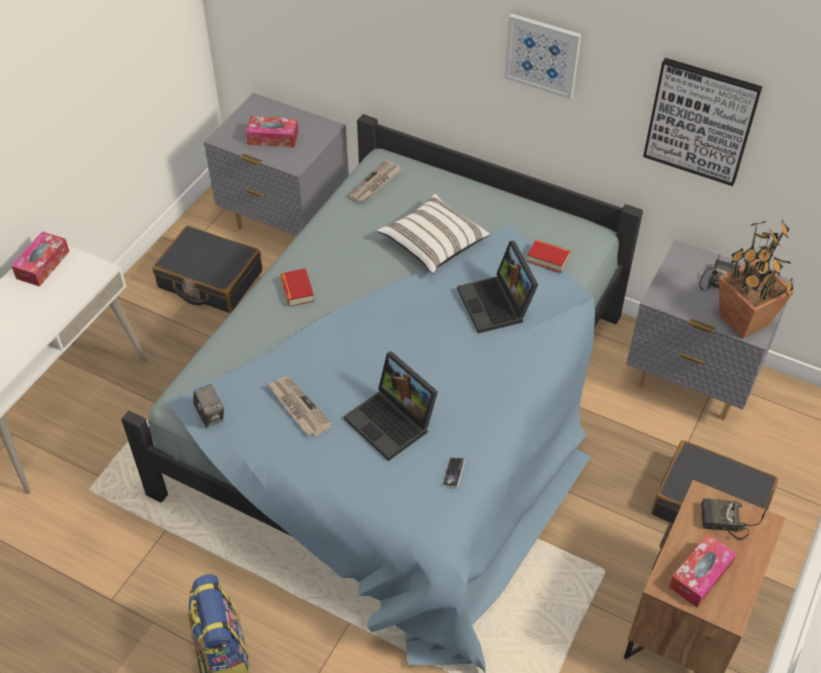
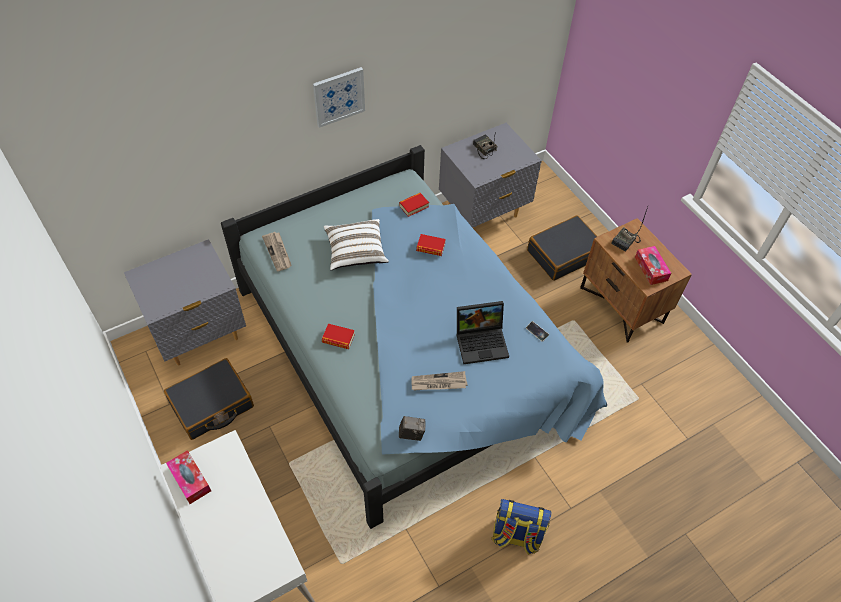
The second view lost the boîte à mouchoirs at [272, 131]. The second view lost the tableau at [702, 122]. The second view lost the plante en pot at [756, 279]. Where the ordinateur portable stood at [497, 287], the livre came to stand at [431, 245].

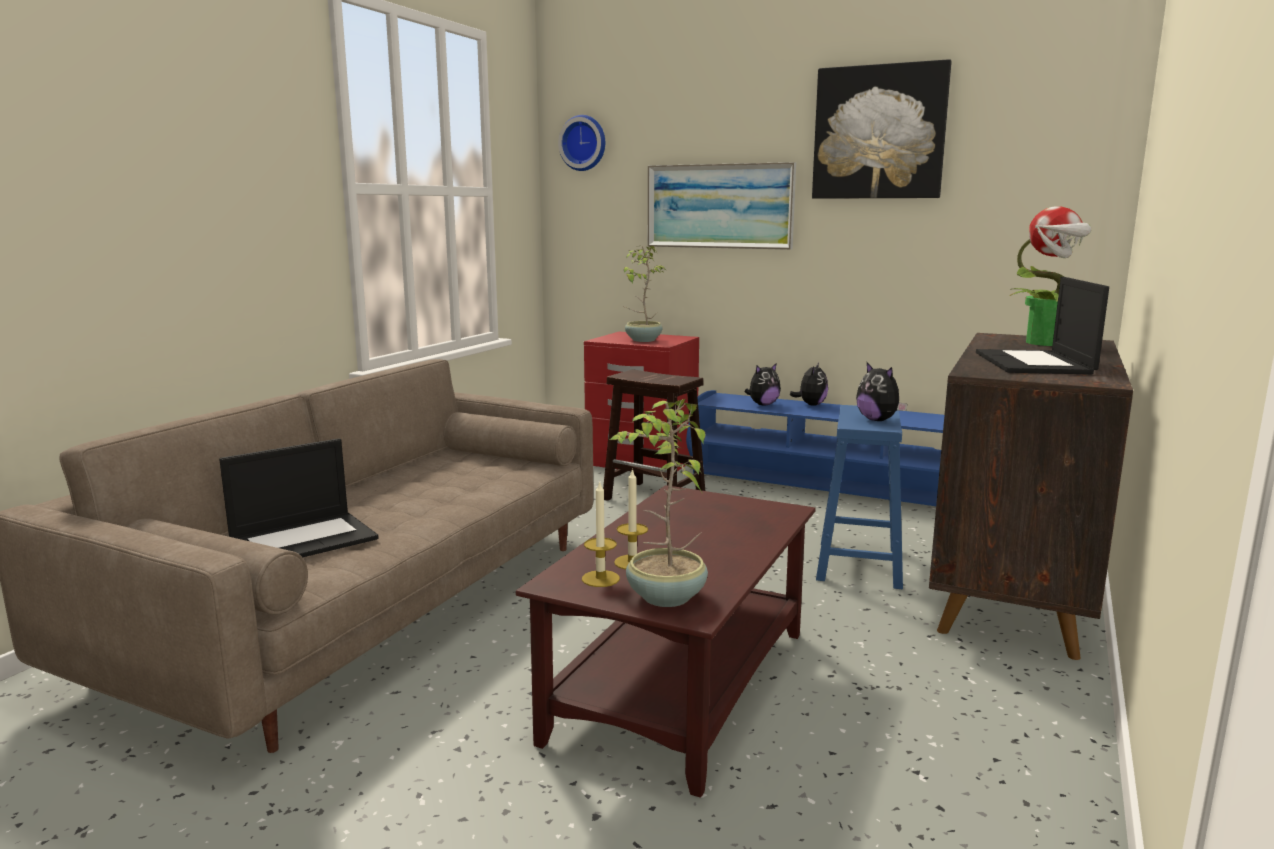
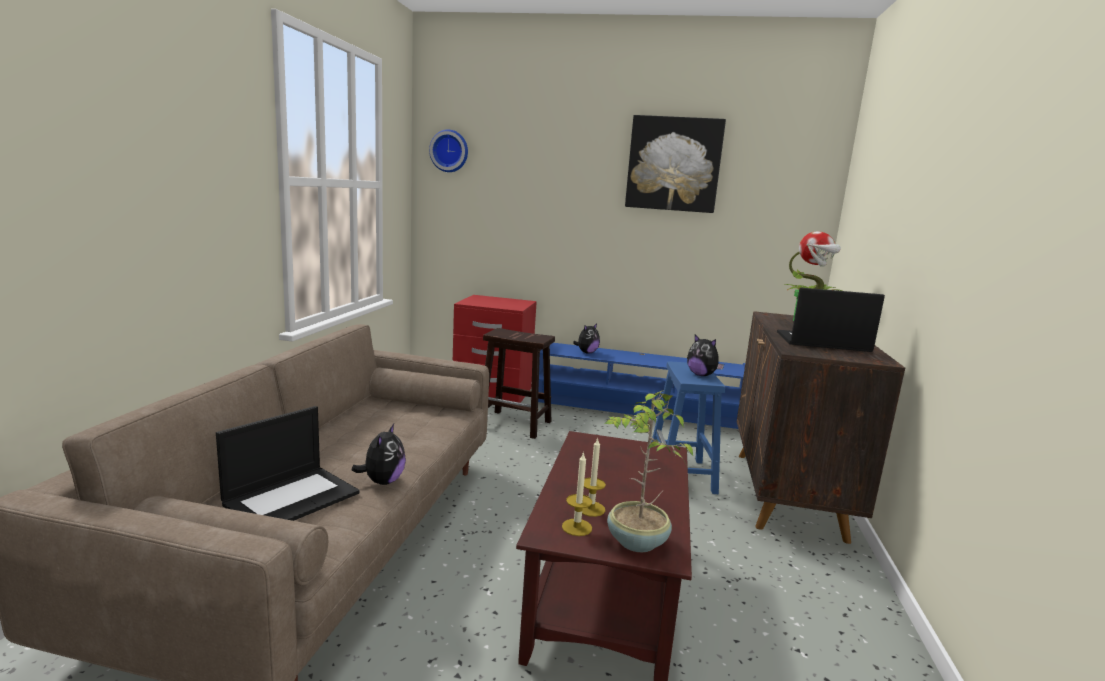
The second view lost the plante en pot at [645, 294]. The second view lost the tableau at [722, 206]. The peluche ended up elsewhere, having gone from [809, 384] to [378, 454]. The ordinateur portable at [1042, 325] ended up facing another way, 105 degrees clockwise from before.

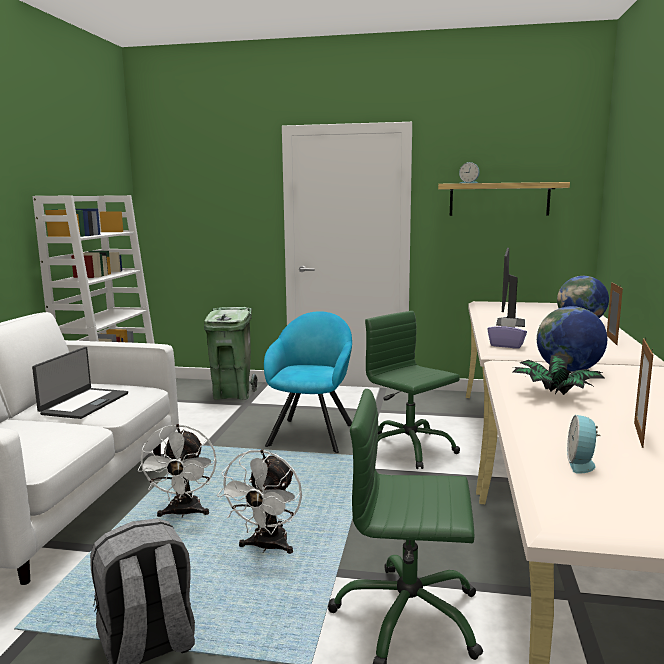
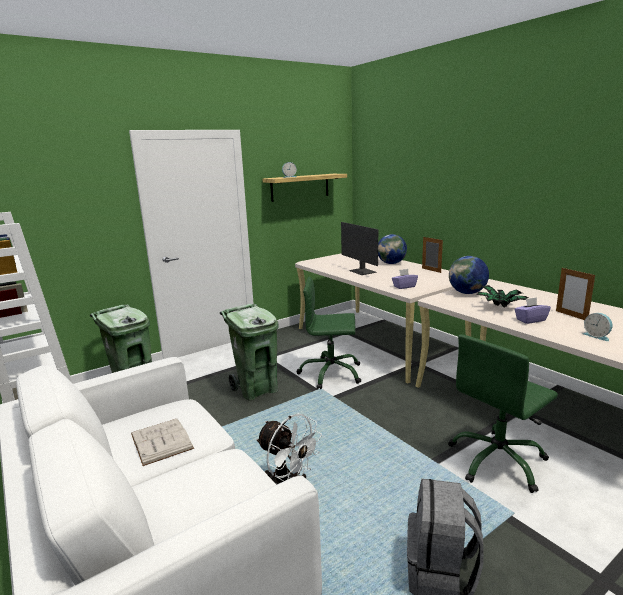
The second view lost the ventilateur/blanc at [259, 501]. The second view gained the boîte à mouchoirs/violet at [532, 310]. Where the ordinateur portable stood at [80, 383], the livre/blanc came to stand at [162, 442]. Where the fauteuil/turquoise stood at [308, 382], the poubelle/vert came to stand at [249, 352].

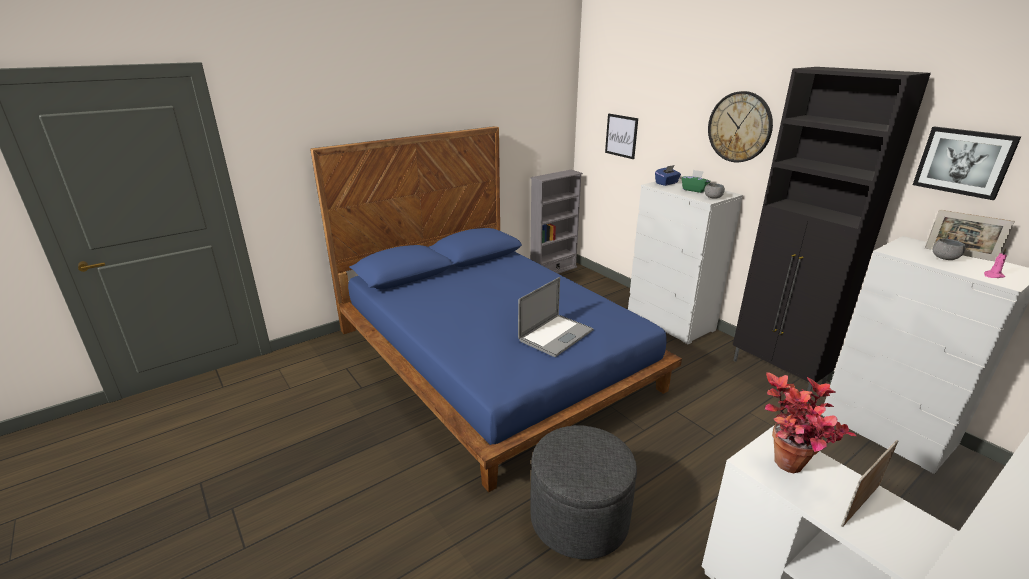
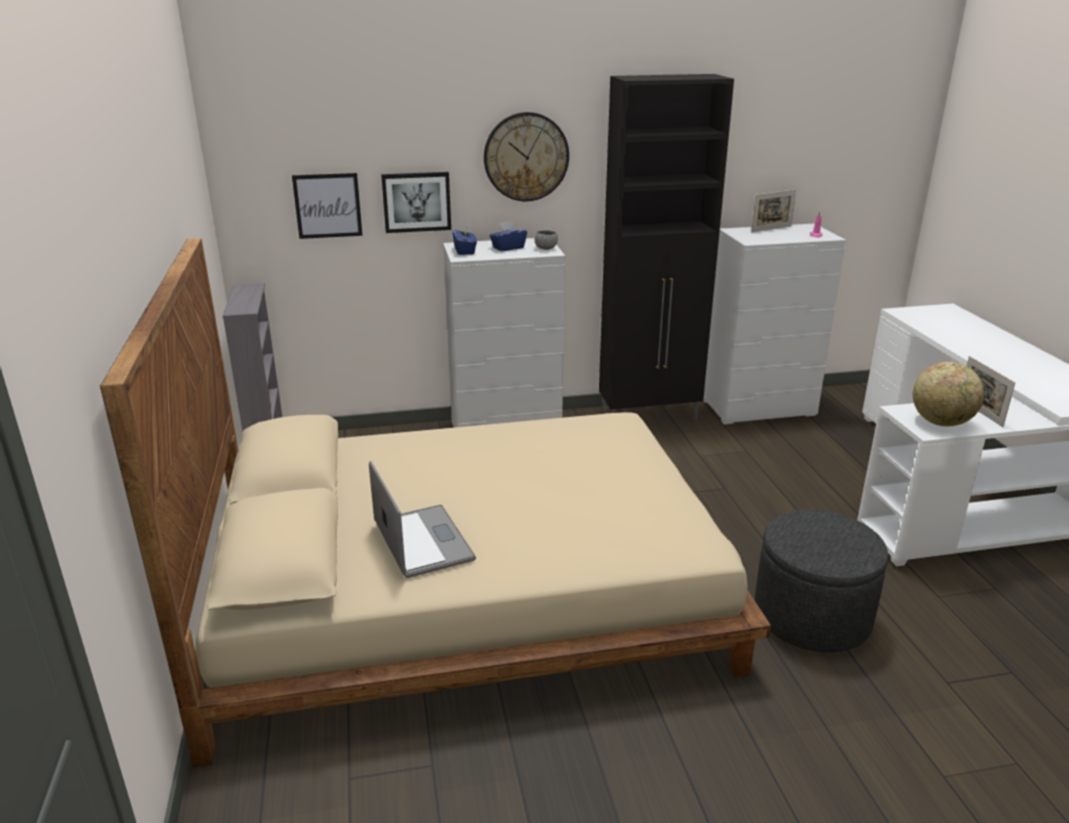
The second view lost the bol/gris at [949, 249]. The ordinateur portable ended up elsewhere, having gone from [556, 317] to [422, 519]. The tableau ended up elsewhere, having gone from [967, 163] to [416, 202]. Where the plante en pot stood at [810, 422], the globe came to stand at [948, 394]. What was the lit/bleu at [496, 309] turned into the lit/beige at [435, 503]. What was the boîte à mouchoirs/vert at [696, 181] turned into the boîte à mouchoirs/bleu at [508, 236].

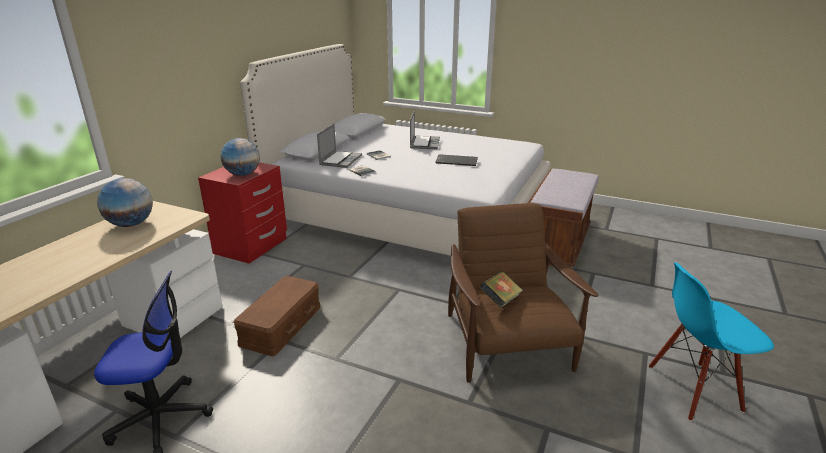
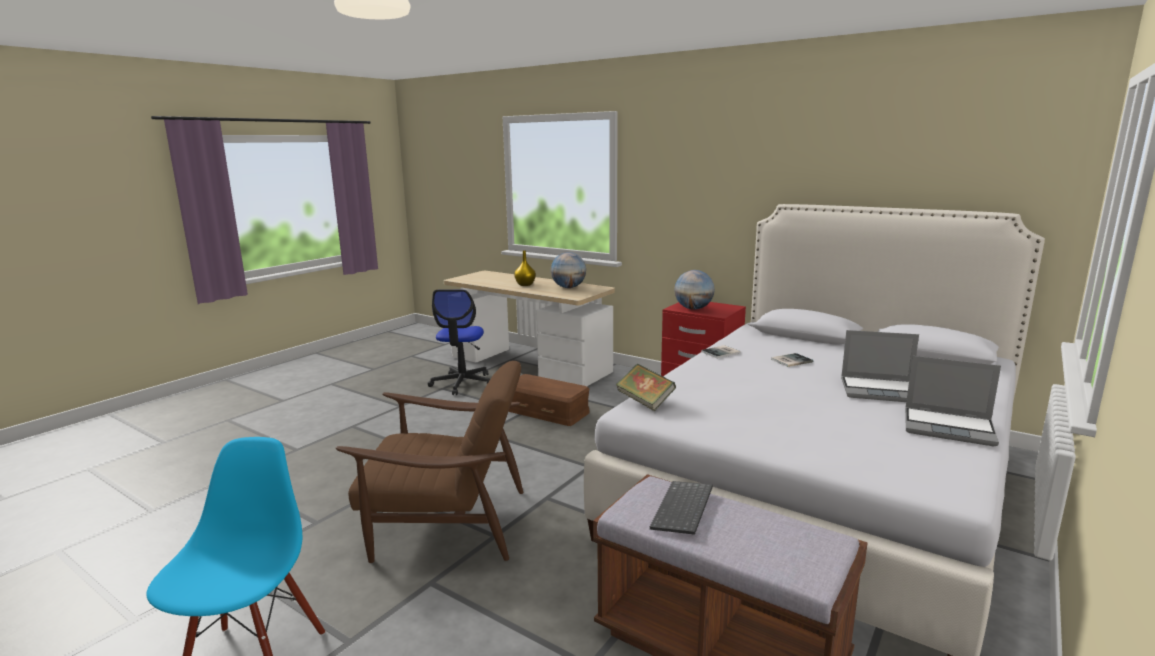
The second view gained the vase/jaune at [525, 268]. The ordinateur portable ended up elsewhere, having gone from [339, 146] to [953, 401]. The clavier ended up elsewhere, having gone from [456, 160] to [681, 508]. The livre ended up elsewhere, having gone from [501, 289] to [646, 387].

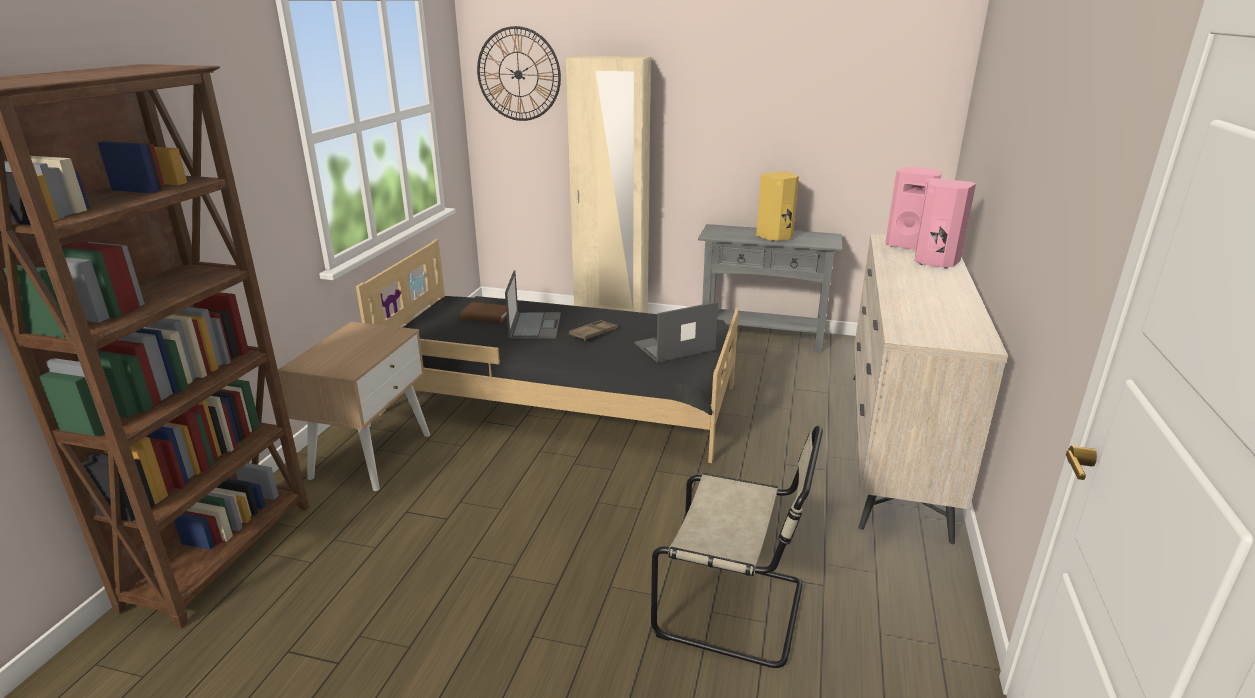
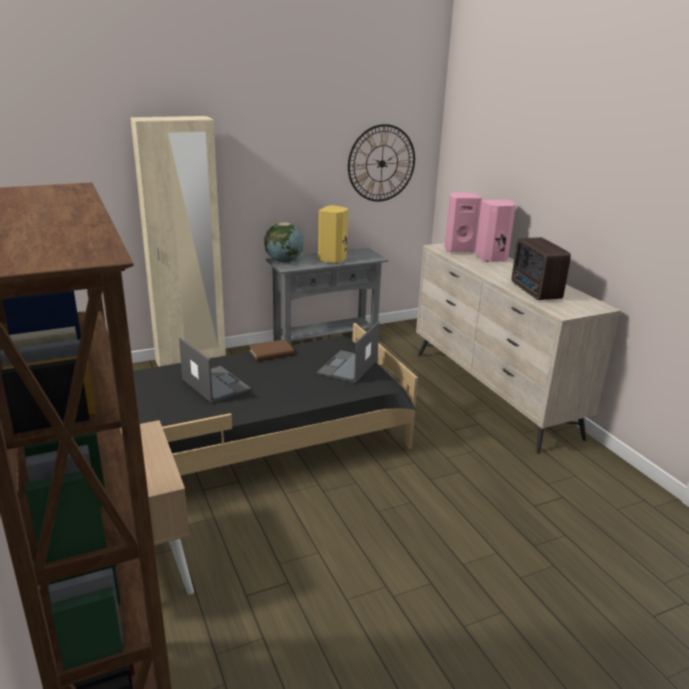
The second view lost the plateau/marron at [593, 330]. The second view lost the chaise/beige at [737, 547]. The second view gained the globe at [284, 242]. The second view gained the radio at [541, 268]. The livre/marron ended up elsewhere, having gone from [483, 312] to [271, 350]. The horloge murale ended up elsewhere, having gone from [519, 73] to [381, 163].

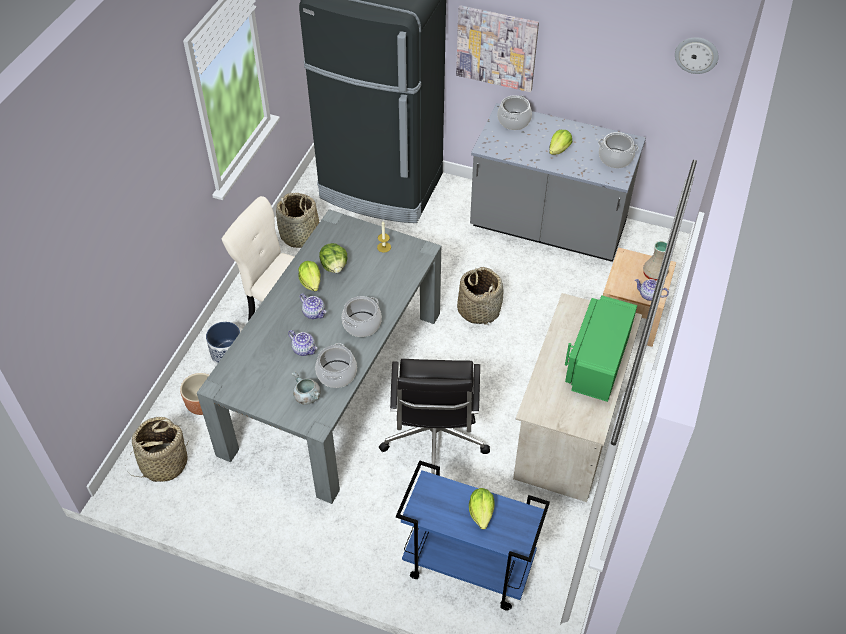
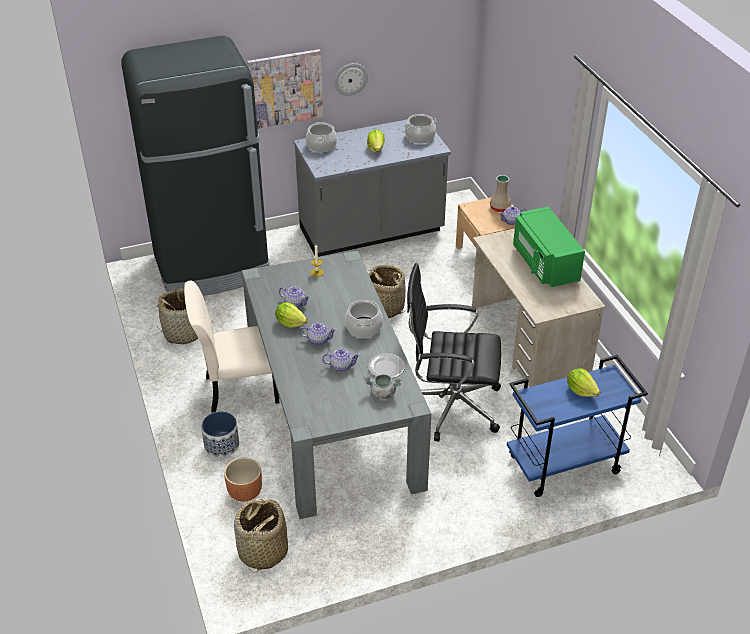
The horloge murale ended up elsewhere, having gone from [697, 55] to [351, 79]. Where the marmite stood at [336, 365], the assiette came to stand at [386, 365]. Where the laitue stood at [333, 258], the théière came to stand at [294, 297]. The chaise de bureau/noir at [434, 416] ended up facing another way, 135 degrees clockwise from before.

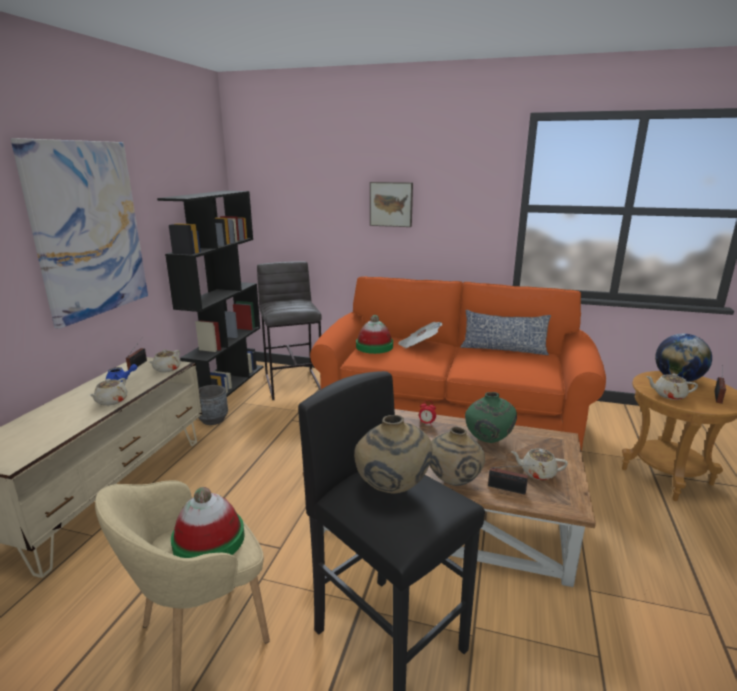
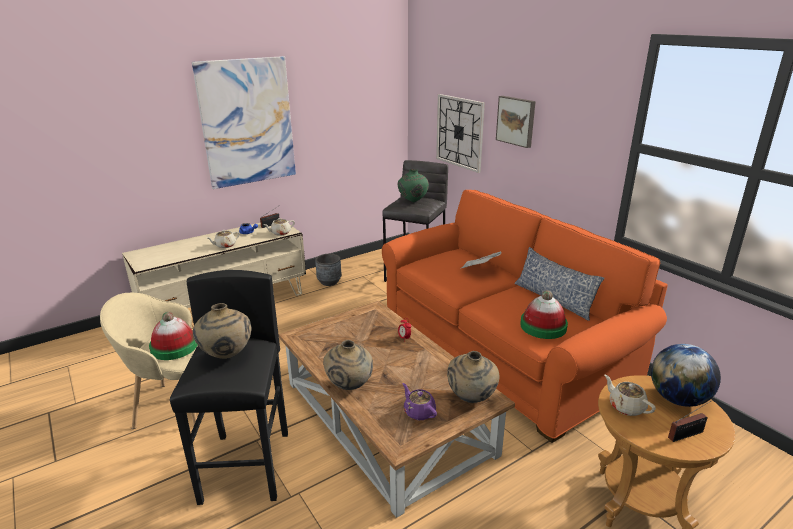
The second view lost the bibliothèque/noir at [210, 294]. The second view lost the radio at [509, 480]. The second view gained the horloge murale at [460, 133]. The second view gained the vase/beige at [473, 377]. The chapeau ended up elsewhere, having gone from [374, 334] to [544, 314]. The vase/vert ended up elsewhere, having gone from [491, 417] to [413, 185]. What was the théière/beige at [539, 464] turned into the théière/violet at [420, 401].

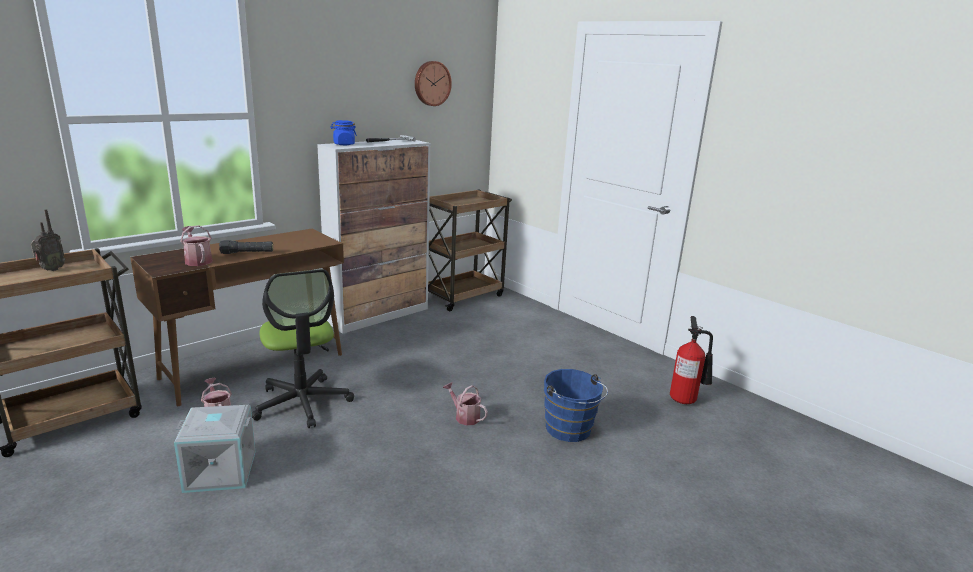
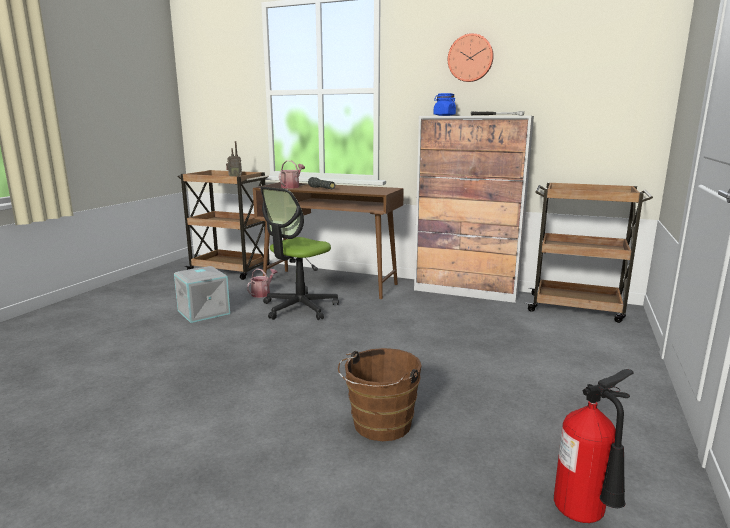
The second view lost the arrosoir at [465, 403]. The horloge murale ended up elsewhere, having gone from [433, 83] to [471, 57]. What was the seau/bleu at [576, 405] turned into the seau/marron at [380, 394].

